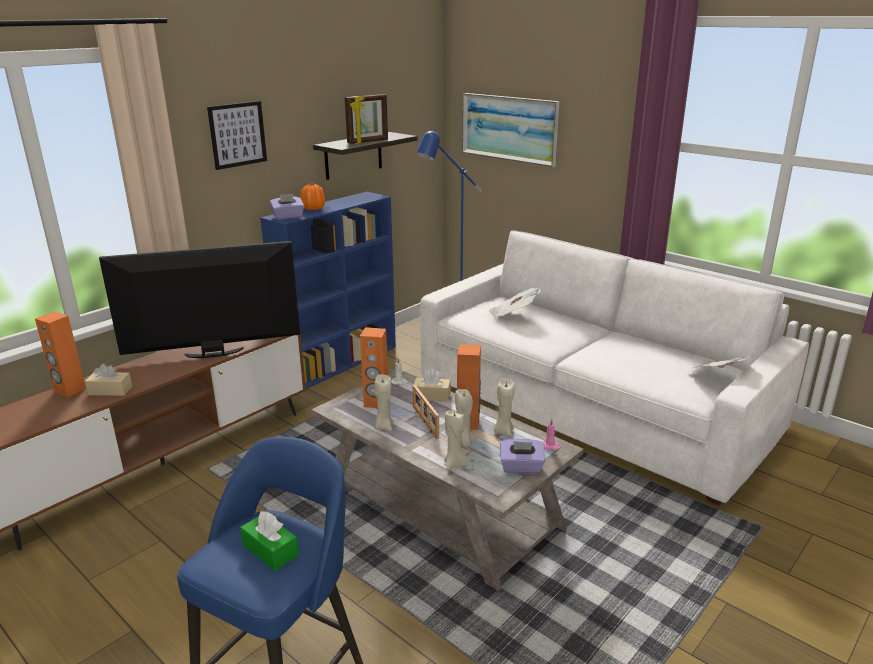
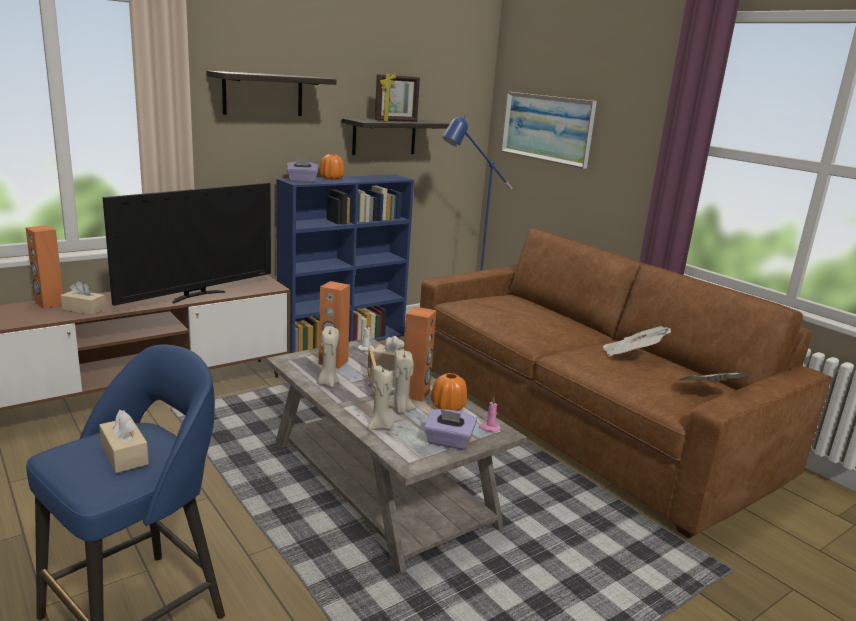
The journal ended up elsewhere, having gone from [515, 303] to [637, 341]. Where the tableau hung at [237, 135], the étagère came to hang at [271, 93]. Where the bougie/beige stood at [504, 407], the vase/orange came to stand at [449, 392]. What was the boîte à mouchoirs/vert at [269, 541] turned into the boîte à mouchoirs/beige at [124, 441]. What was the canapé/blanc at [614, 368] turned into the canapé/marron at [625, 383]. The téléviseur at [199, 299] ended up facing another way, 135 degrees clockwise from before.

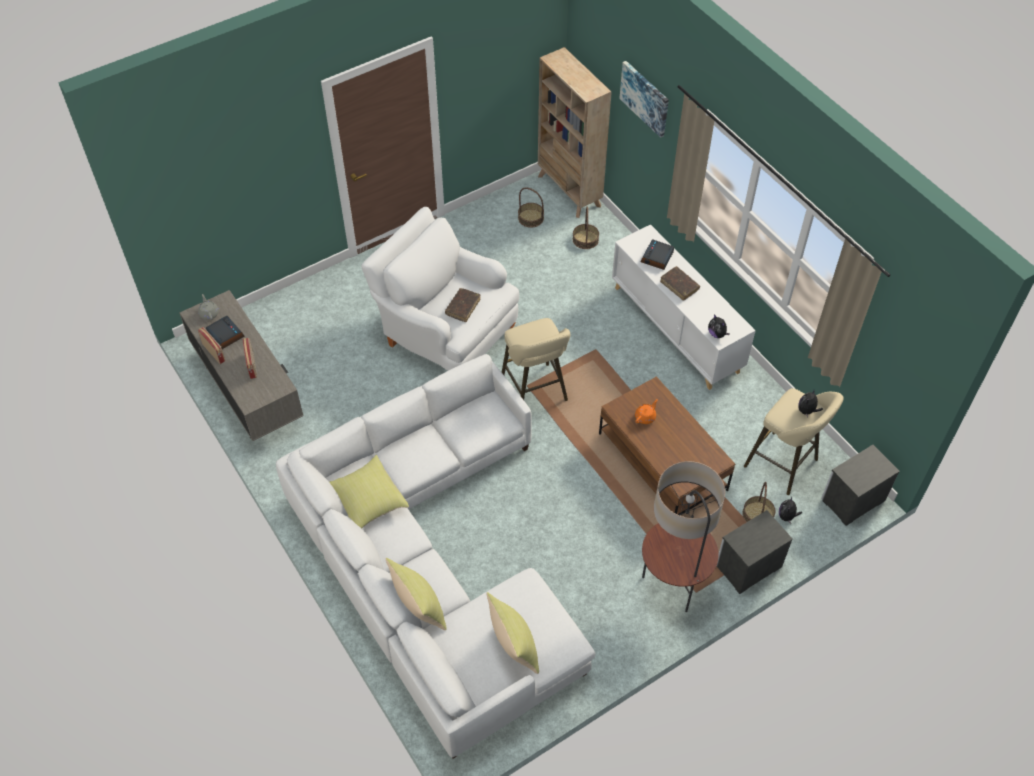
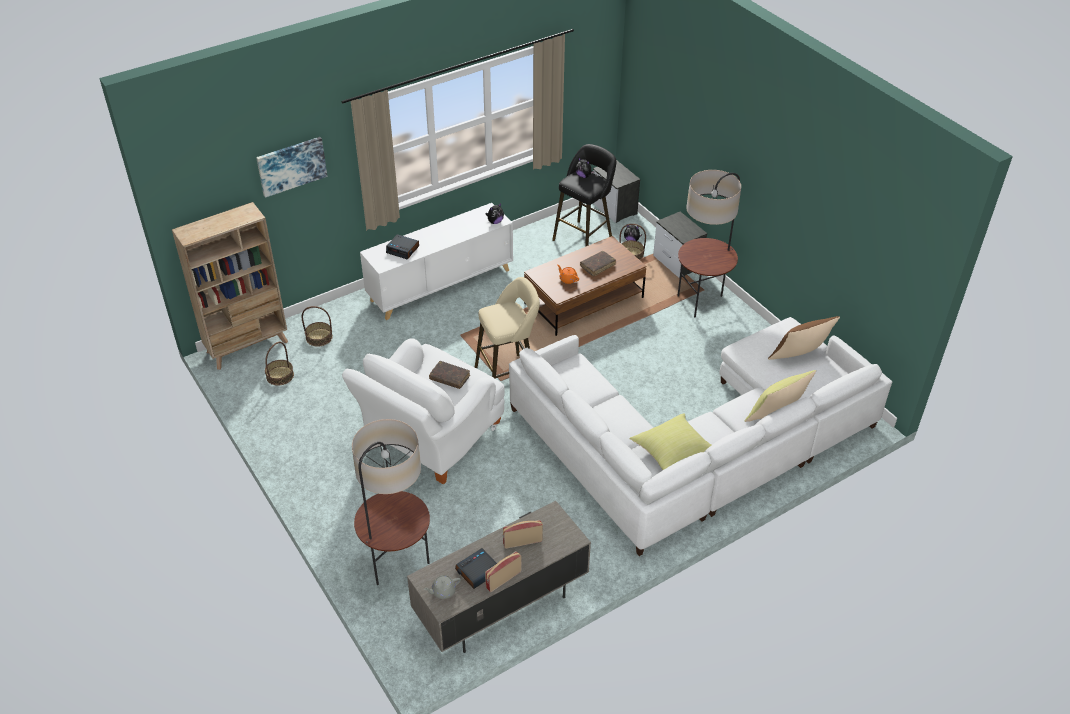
The second view gained the lampadaire at [391, 502]. The livre/marron ended up elsewhere, having gone from [680, 283] to [598, 263]. What was the coussin/jaune at [512, 633] turned into the coussin/marron at [804, 338]. What was the tabouret/beige at [794, 441] turned into the tabouret/noir at [584, 195].

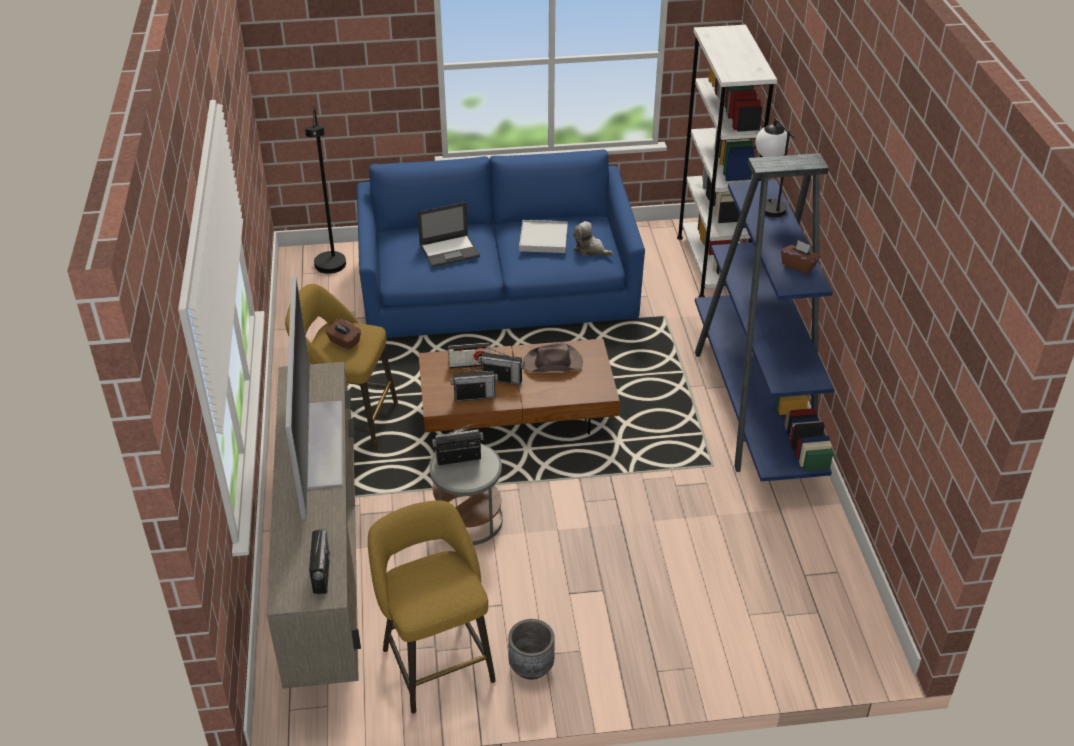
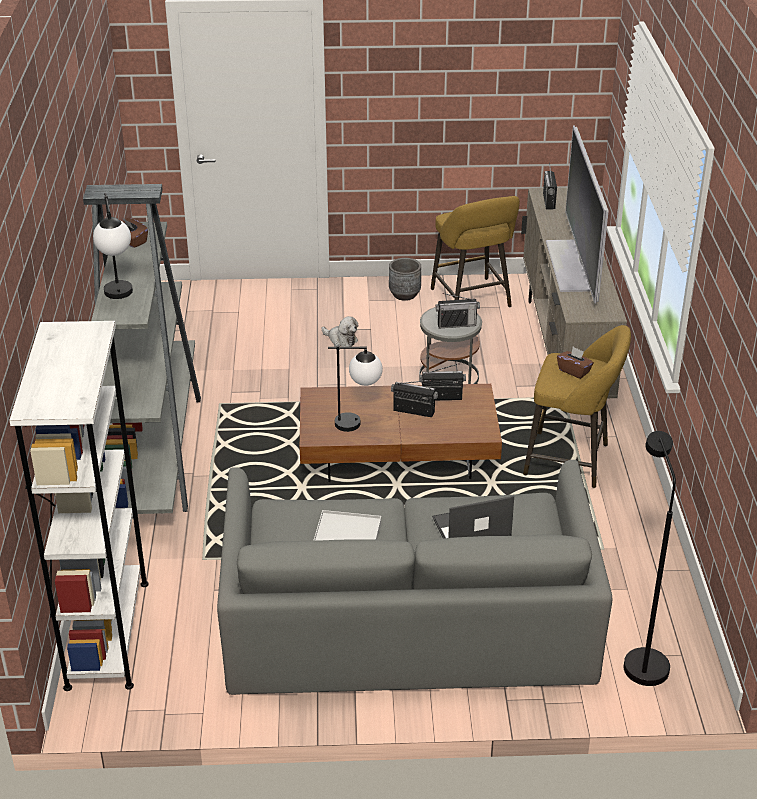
The second view lost the radio at [469, 356]. The peluche ended up elsewhere, having gone from [593, 238] to [339, 331]. Where the chapeau/marron stood at [553, 357], the lampe de table came to stand at [355, 388]. What was the canapé/bleu at [501, 243] turned into the canapé/gris at [415, 577]. What was the bibliothèque/bleu at [764, 317] turned into the bibliothèque/gris at [142, 349].

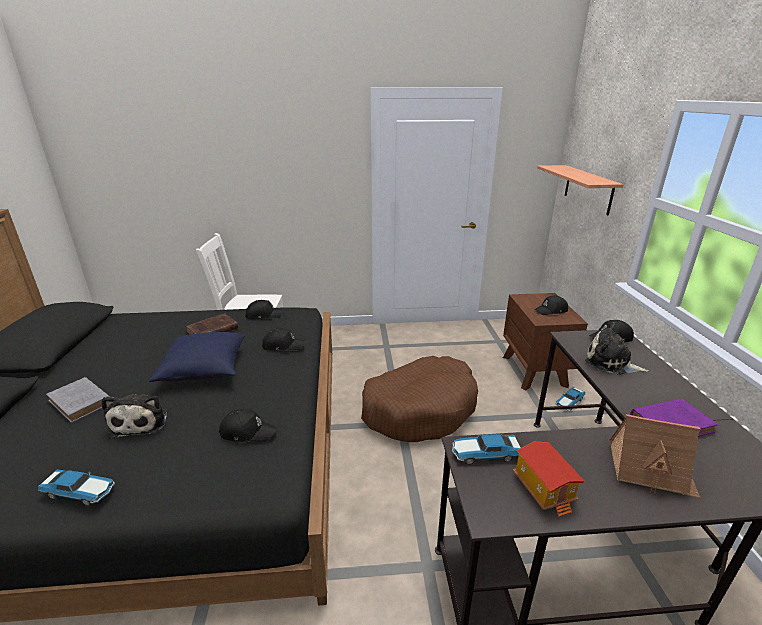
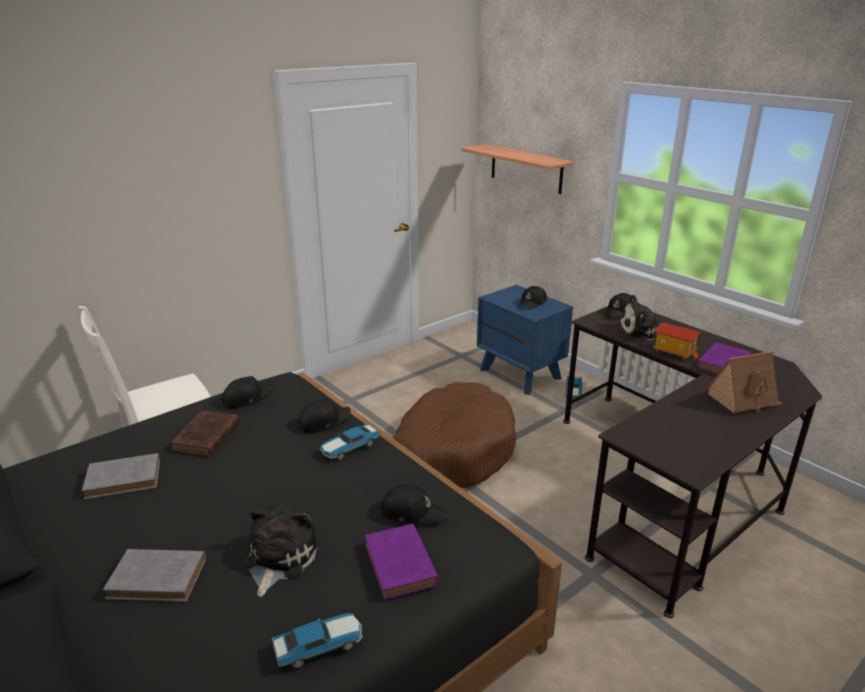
The second view lost the coussin/bleu at [197, 357]. The second view gained the livre/gris at [121, 476]. The second view gained the livre/violet at [402, 562]. The petite voiture ended up elsewhere, having gone from [486, 449] to [349, 441]. The maison miniature ended up elsewhere, having gone from [549, 479] to [677, 341]. What was the table de chevet/marron at [545, 342] turned into the table de chevet/bleu at [525, 340]. The peluche at [134, 416] ended up facing another way, 120 degrees counterclockwise from before. The casquette/noir at [247, 425] ended up facing another way, 45 degrees clockwise from before.

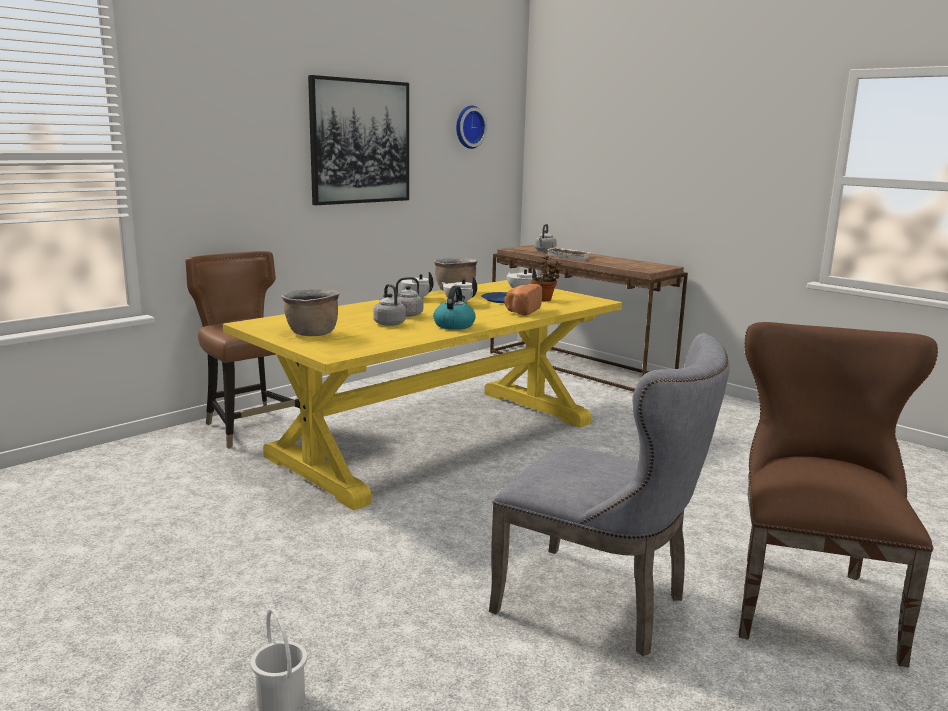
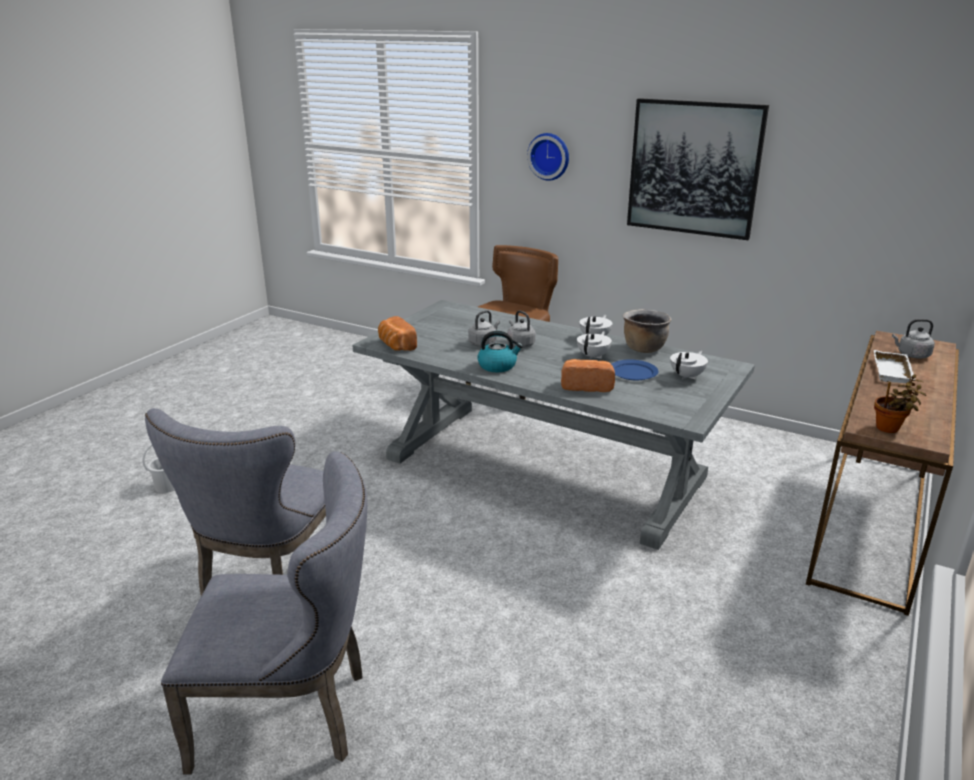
The second view lost the marmite/marron at [310, 312]. The second view gained the pain at [397, 333]. The horloge murale ended up elsewhere, having gone from [471, 127] to [548, 157]. The plante en pot ended up elsewhere, having gone from [546, 278] to [900, 403]. What was the table à manger/jaune at [422, 395] turned into the table à manger/gris at [553, 425]. What was the chaise/marron at [838, 494] turned into the chaise/gris at [264, 612].

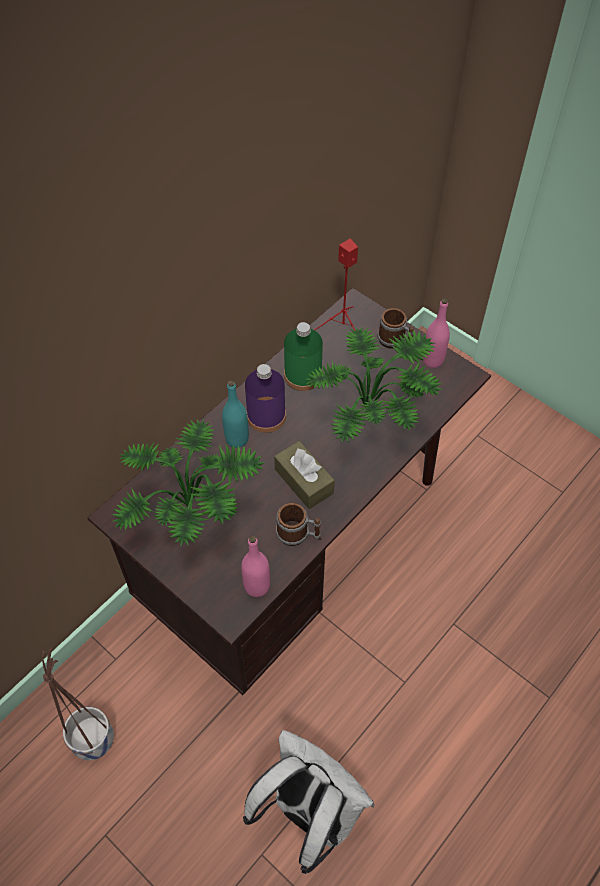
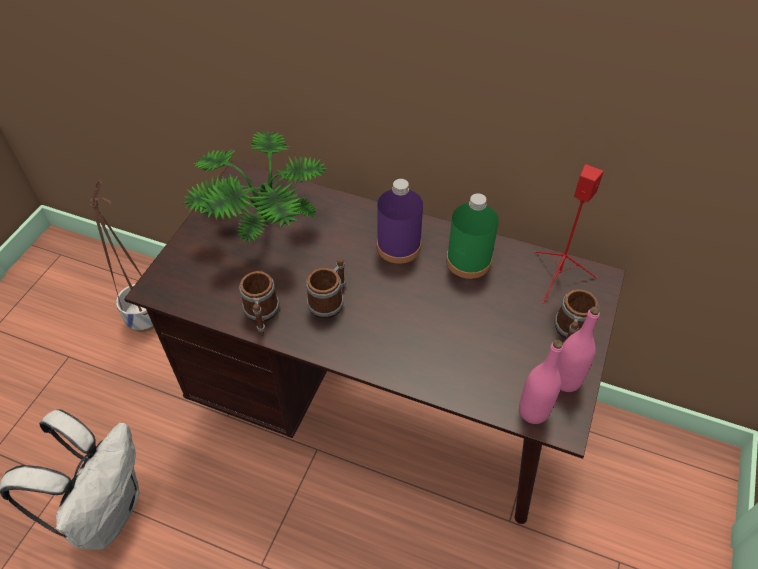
The second view lost the bouteille/turquoise at [235, 414]. The second view lost the plante en pot at [374, 385]. The bouteille/rose ended up elsewhere, having gone from [255, 566] to [541, 382]. Where the boîte à mouchoirs/marron stood at [304, 475], the mug came to stand at [326, 288].

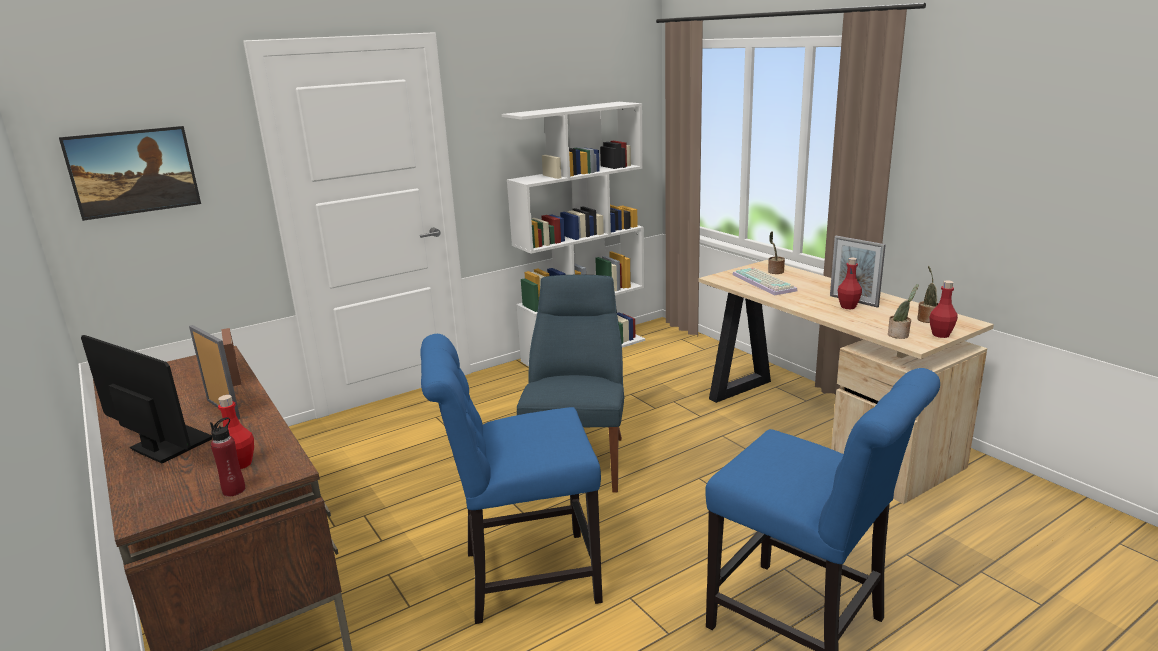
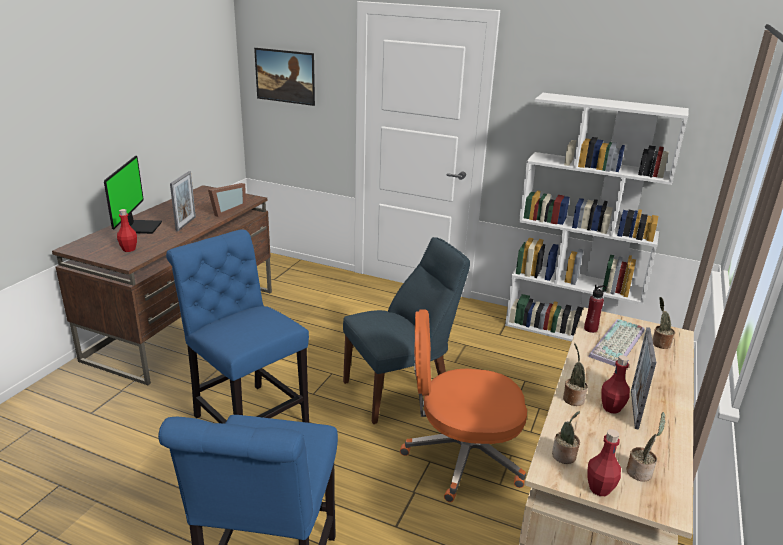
The second view gained the chaise de bureau/orange at [463, 405]. The second view gained the plante en pot at [575, 374]. The bouteille/rouge ended up elsewhere, having gone from [227, 457] to [595, 309].

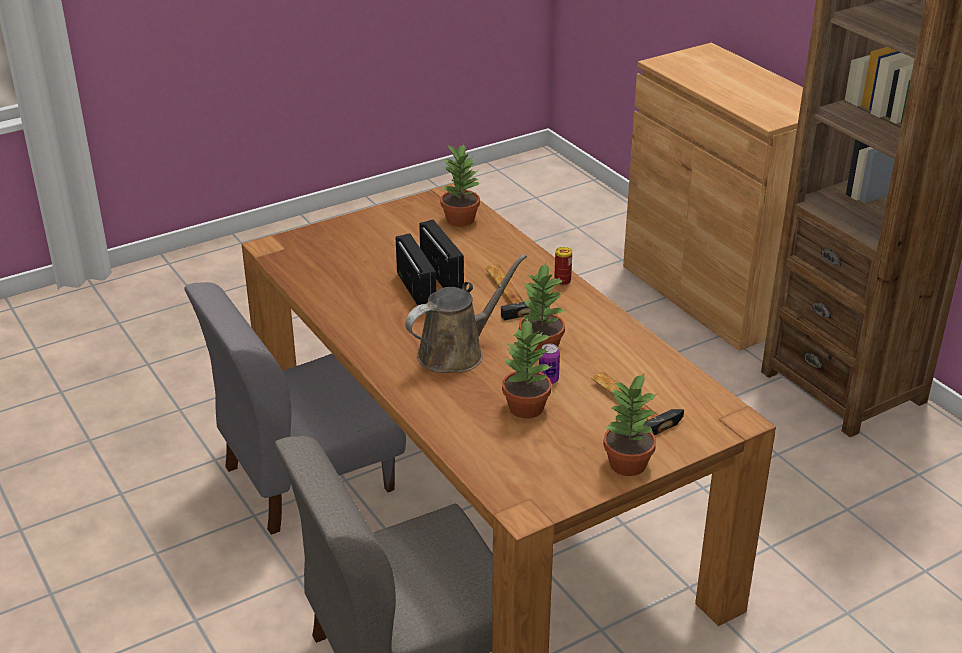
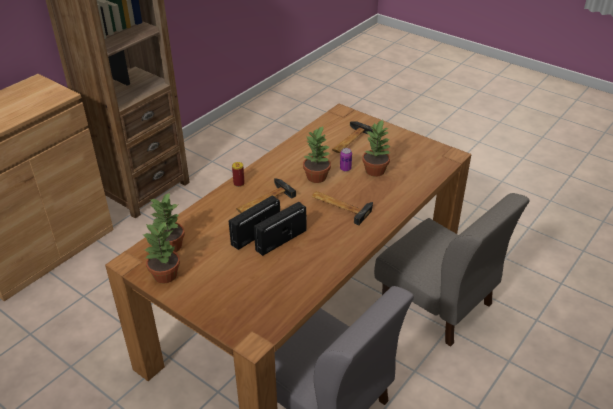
The plante en pot ended up elsewhere, having gone from [630, 424] to [161, 253]. Where the arrosoir/marron stood at [466, 313], the marteau came to stand at [342, 208].

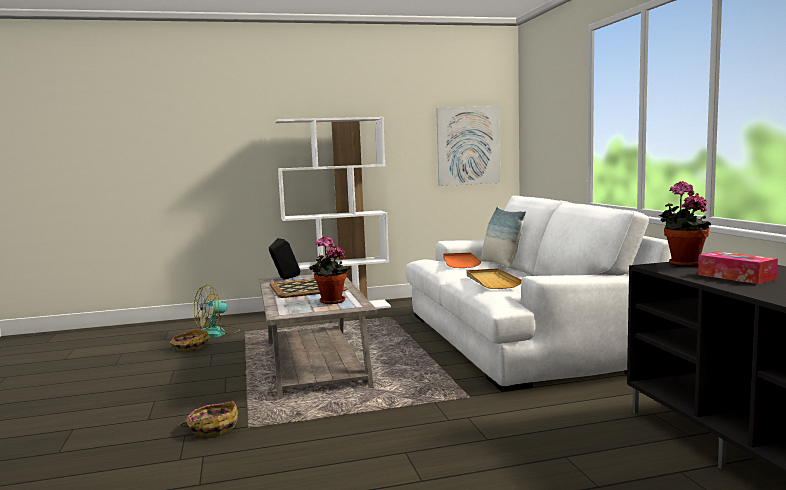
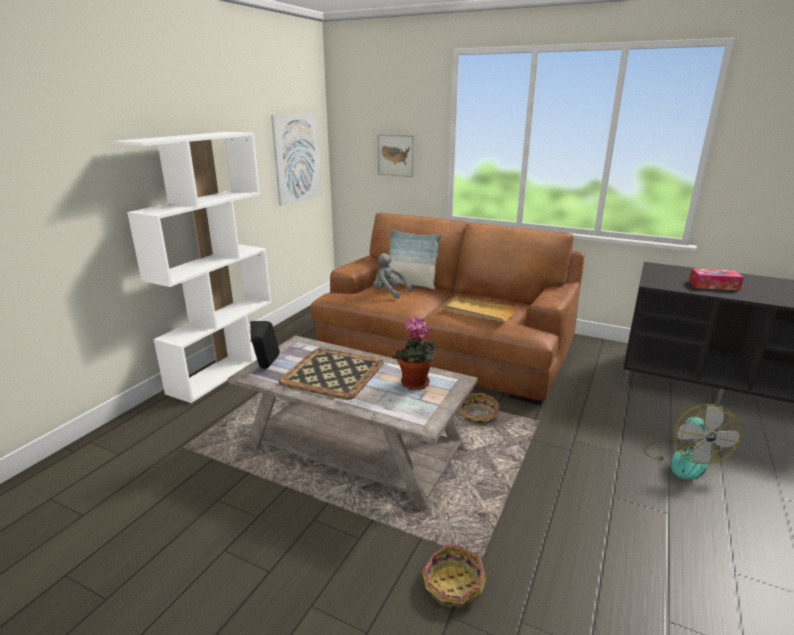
The second view lost the plante en pot at [685, 224]. The second view gained the tableau at [396, 155]. The panier ended up elsewhere, having gone from [190, 340] to [479, 410]. The ventilateur ended up elsewhere, having gone from [217, 311] to [692, 442]. Where the plateau/orange stood at [462, 260], the peluche/gris came to stand at [392, 276]. What was the canapé/blanc at [538, 293] turned into the canapé/marron at [448, 309].

